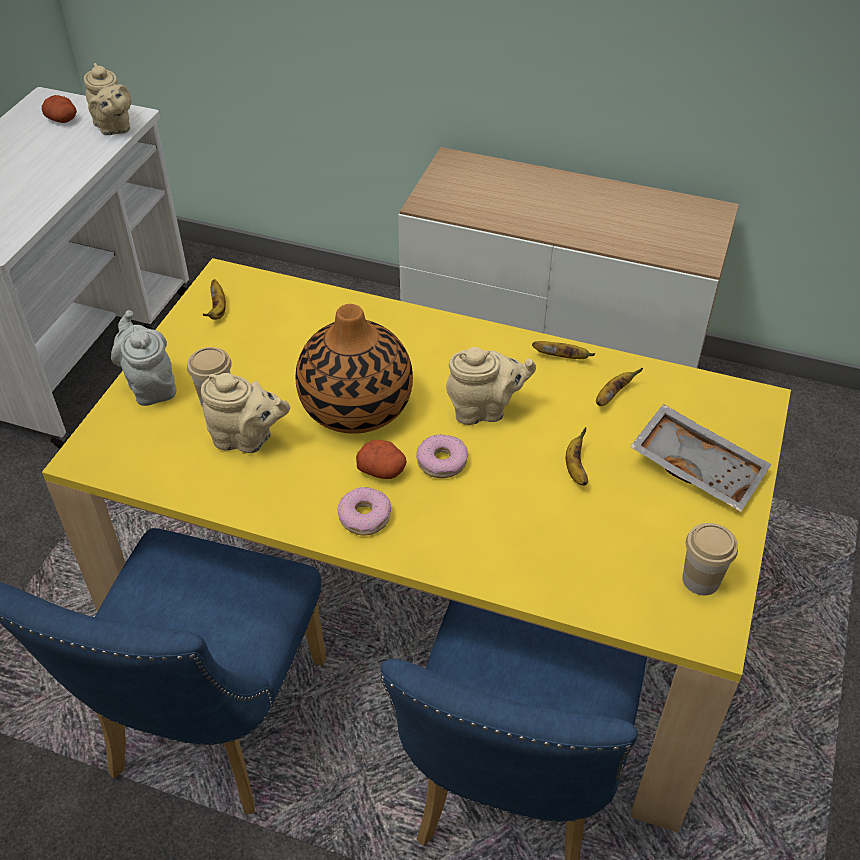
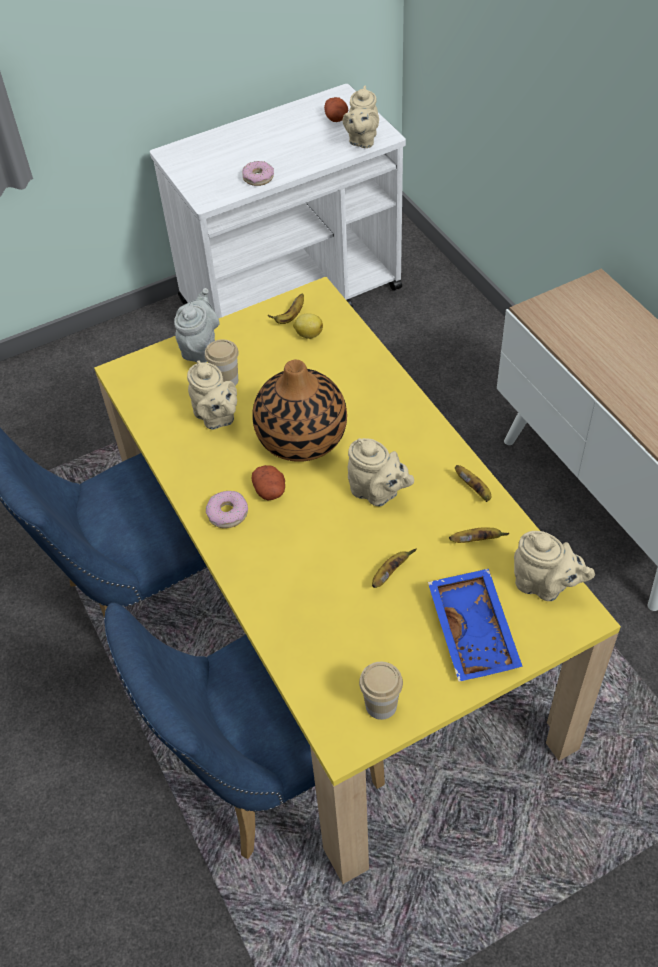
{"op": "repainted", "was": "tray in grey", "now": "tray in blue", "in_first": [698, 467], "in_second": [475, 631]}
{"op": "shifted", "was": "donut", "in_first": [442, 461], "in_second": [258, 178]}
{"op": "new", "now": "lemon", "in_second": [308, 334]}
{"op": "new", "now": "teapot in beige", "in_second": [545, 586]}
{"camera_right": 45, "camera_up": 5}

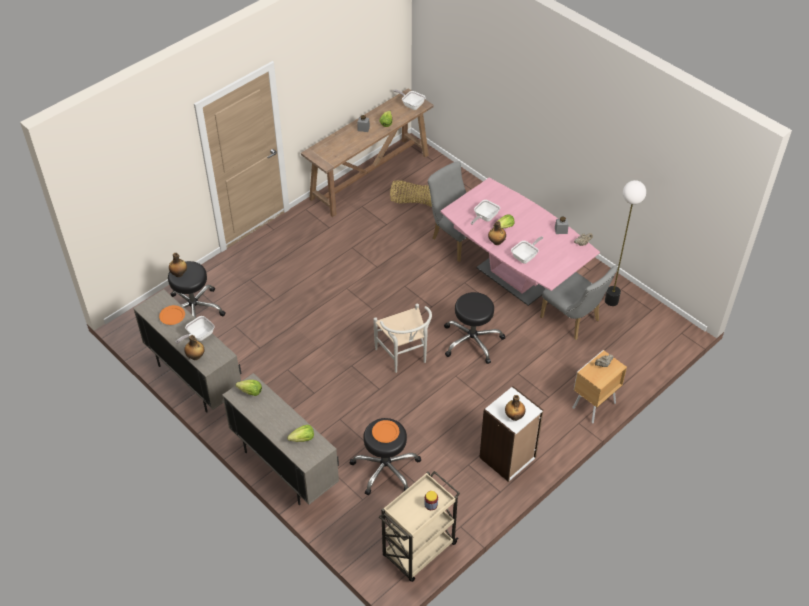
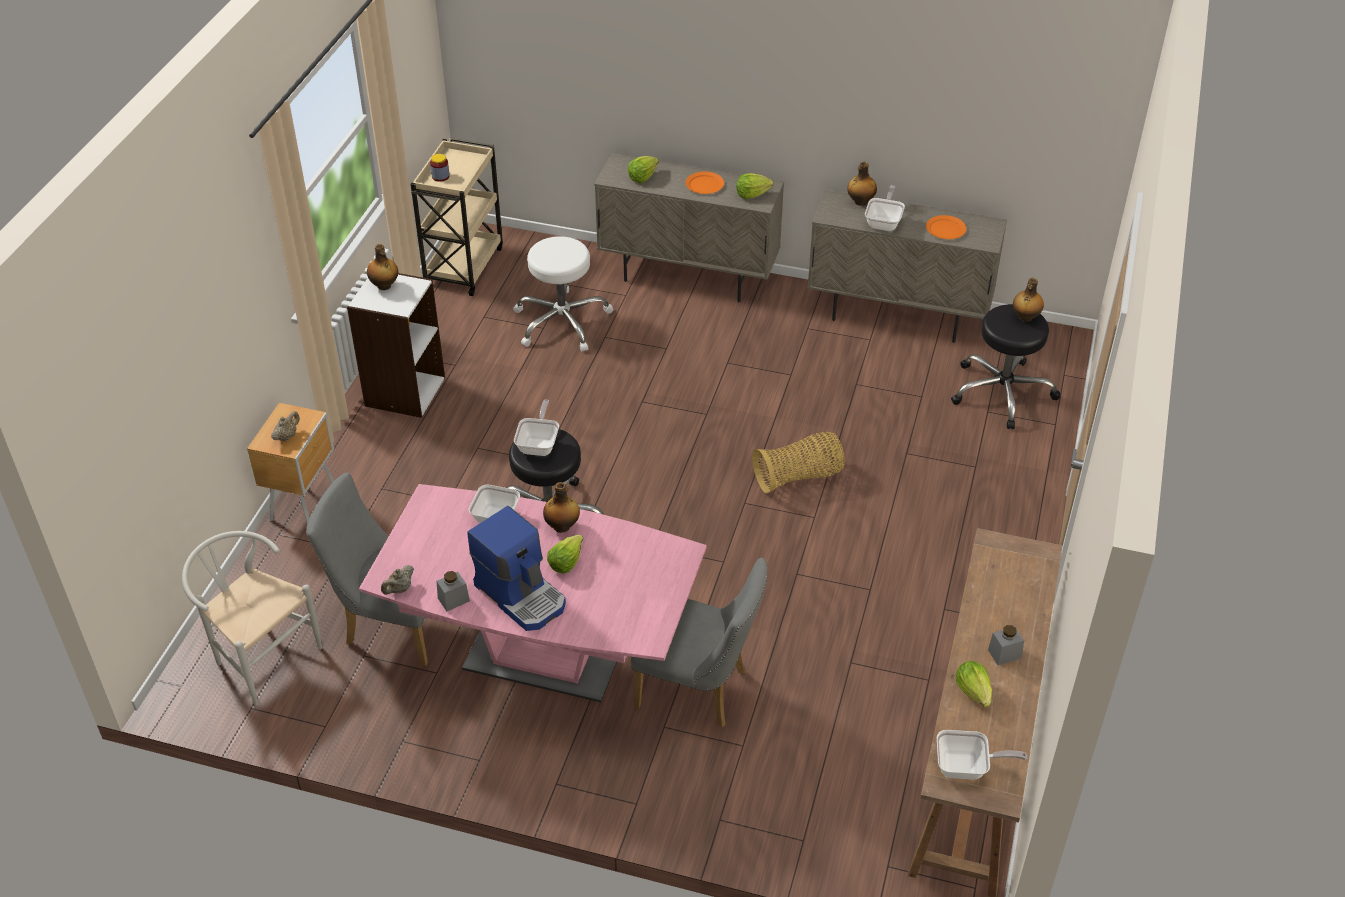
{"op": "gone", "was": "floor lamp", "in_first": [611, 301]}
{"op": "shifted", "was": "basket", "in_first": [411, 201], "in_second": [799, 477]}
{"op": "shifted", "was": "frying pan", "in_first": [484, 218], "in_second": [539, 444]}
{"op": "shifted", "was": "chair in white", "in_first": [404, 357], "in_second": [260, 656]}
{"op": "repainted", "was": "stool in black", "now": "stool in white", "in_first": [386, 468], "in_second": [561, 322]}
{"op": "shifted", "was": "plate in orange", "in_first": [385, 432], "in_second": [704, 184]}
{"op": "new", "now": "coffee machine", "in_second": [522, 595]}
{"camera_right": 150, "camera_up": -5}

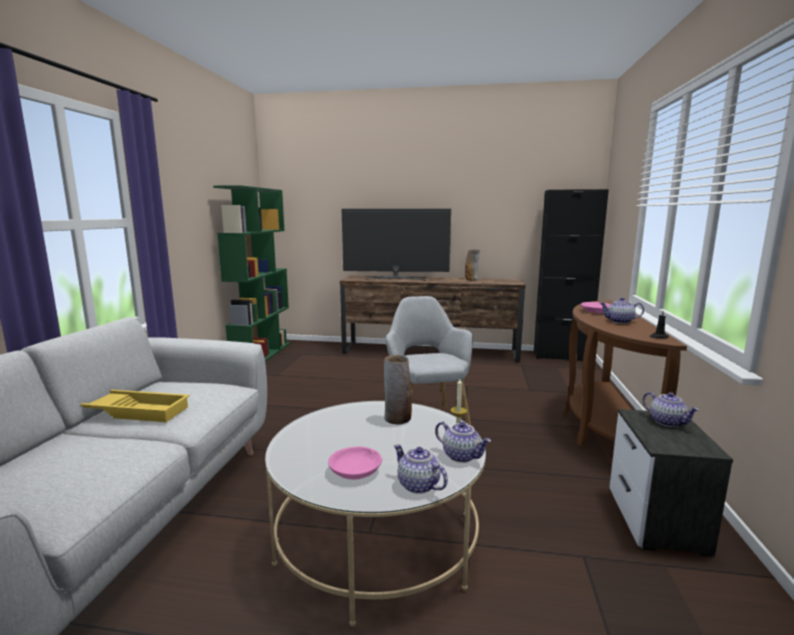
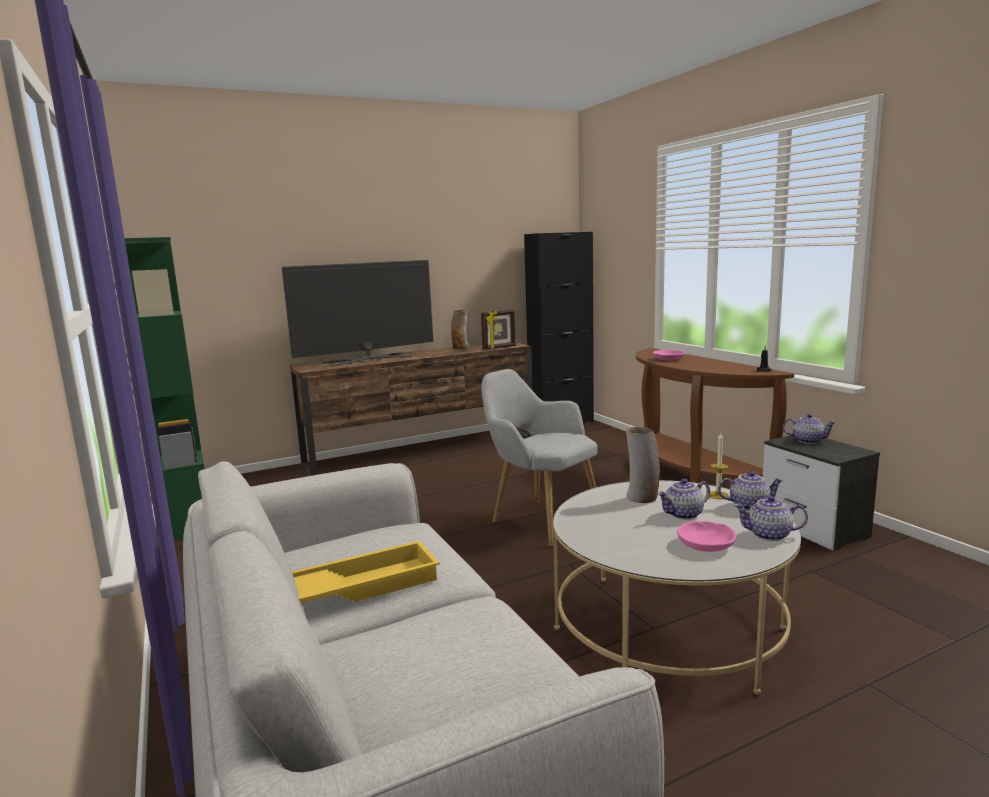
{"op": "shifted", "was": "teapot", "in_first": [619, 322], "in_second": [684, 515]}
{"op": "new", "now": "picture frame", "in_second": [499, 348]}
{"camera_right": -35, "camera_up": 0}

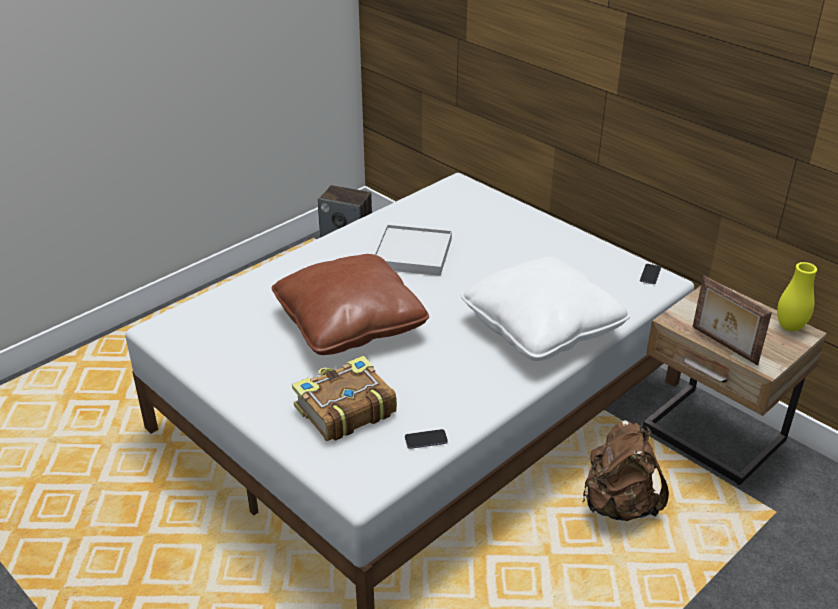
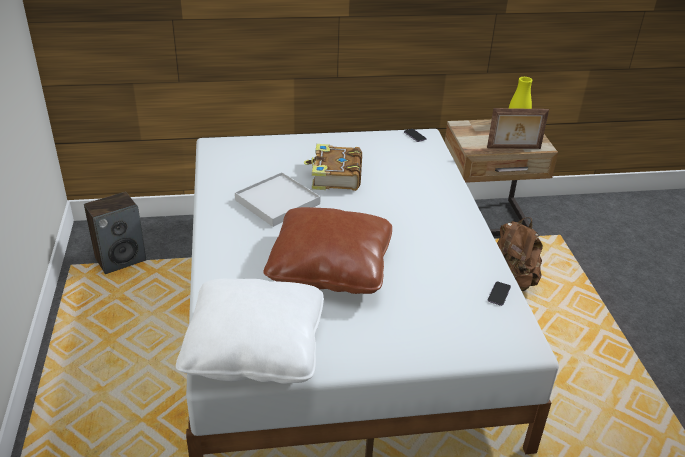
{"op": "shifted", "was": "pillow in white", "in_first": [542, 327], "in_second": [254, 348]}
{"op": "shifted", "was": "book", "in_first": [344, 410], "in_second": [335, 177]}
{"camera_right": -55, "camera_up": 0}

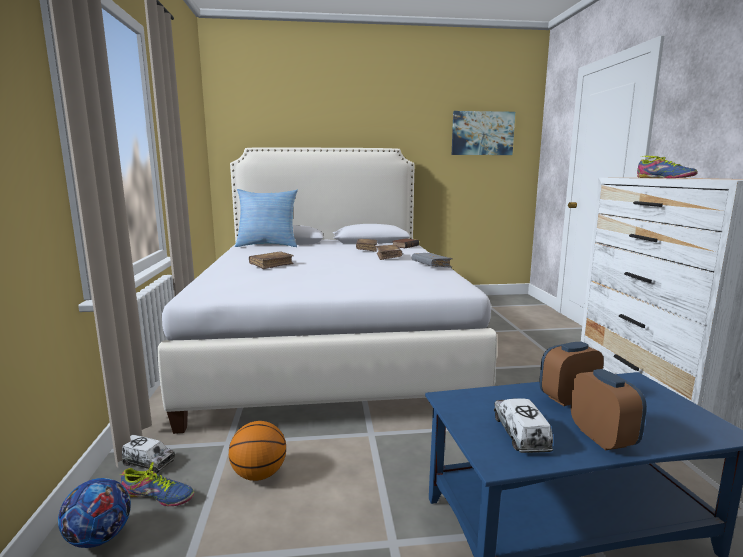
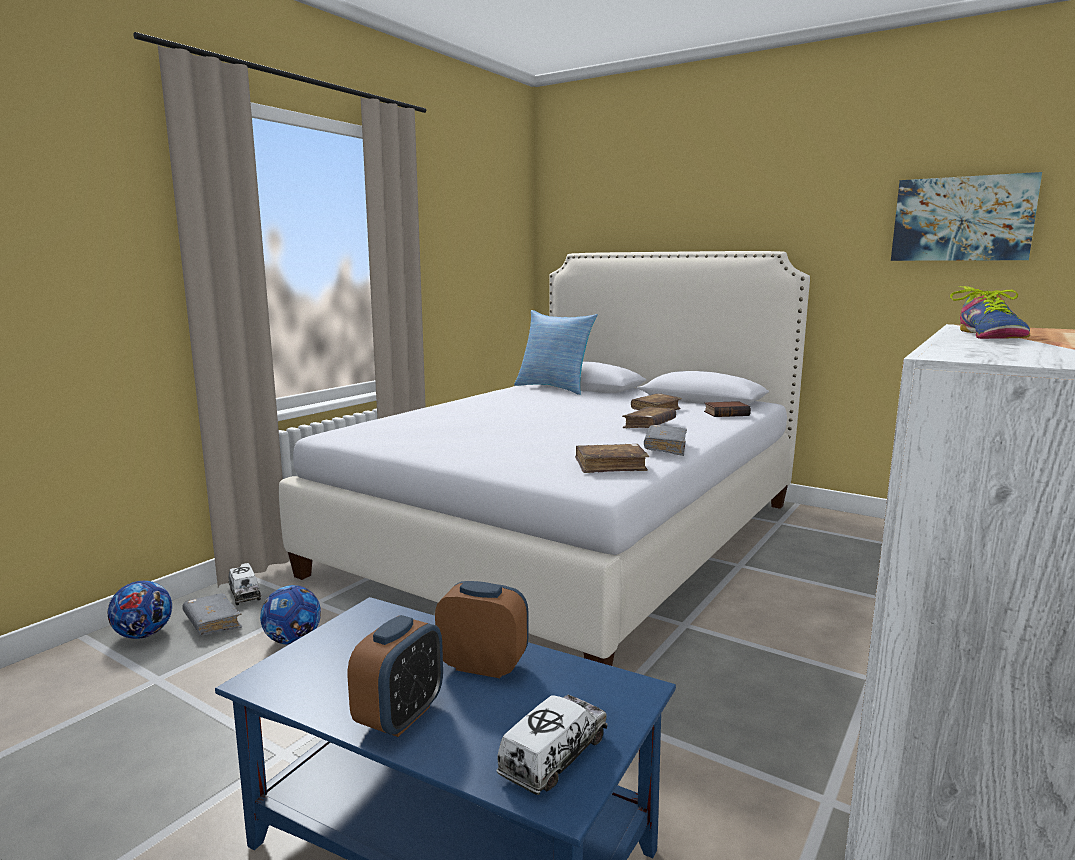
{"op": "shifted", "was": "book in brown", "in_first": [271, 265], "in_second": [610, 466]}
{"op": "shifted", "was": "toy truck", "in_first": [520, 434], "in_second": [554, 756]}
{"op": "swapped", "was": "basketball", "now": "football", "in_first": [259, 474], "in_second": [293, 640]}
{"op": "swapped", "was": "shoe", "now": "book in grey", "in_first": [158, 495], "in_second": [212, 622]}
{"camera_right": 40, "camera_up": 0}

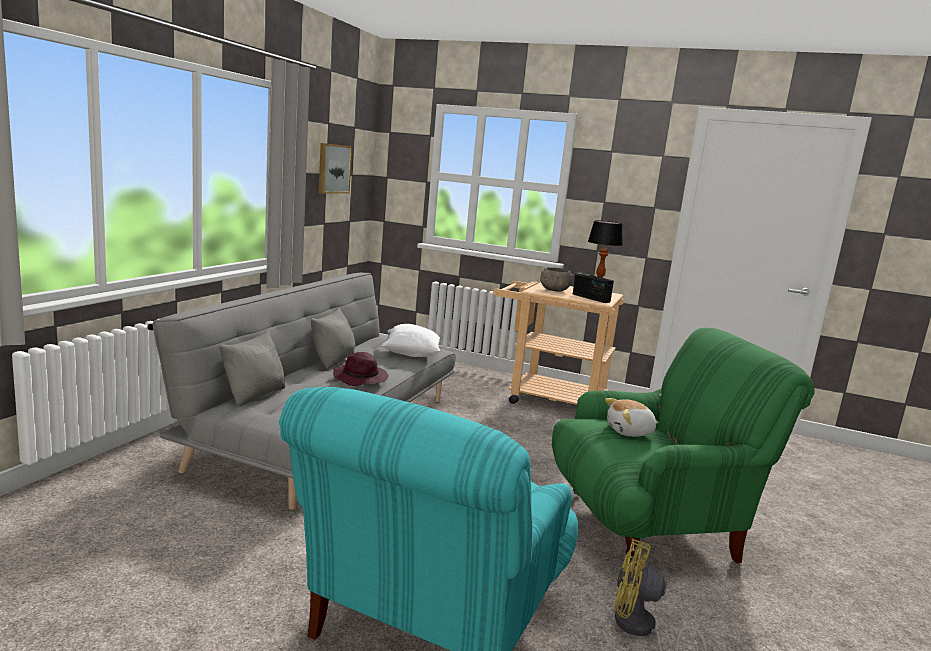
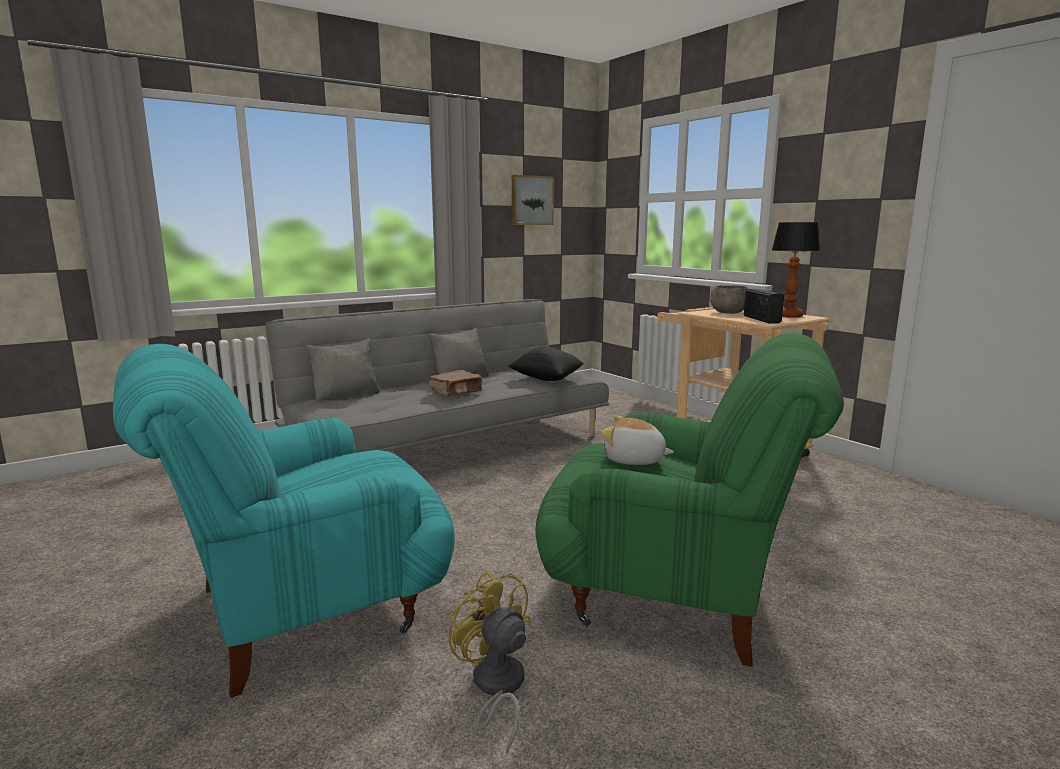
{"op": "repainted", "was": "pillow in white", "now": "pillow in black", "in_first": [410, 354], "in_second": [546, 379]}
{"op": "swapped", "was": "hat in purple", "now": "book in brown", "in_first": [361, 378], "in_second": [456, 392]}
{"camera_right": 35, "camera_up": 0}

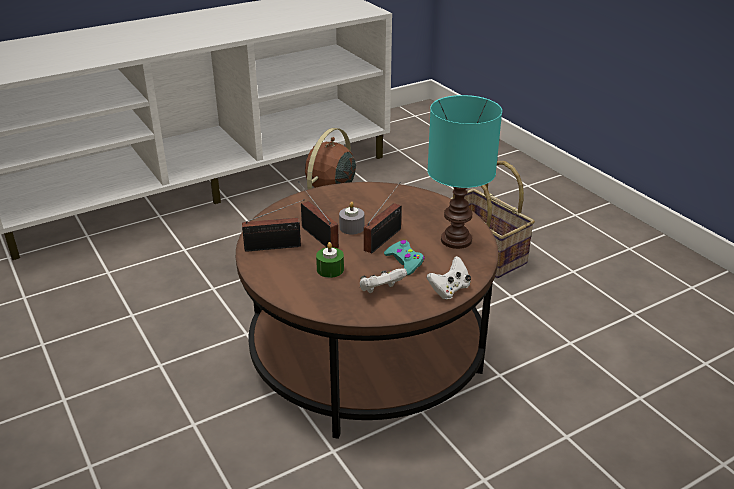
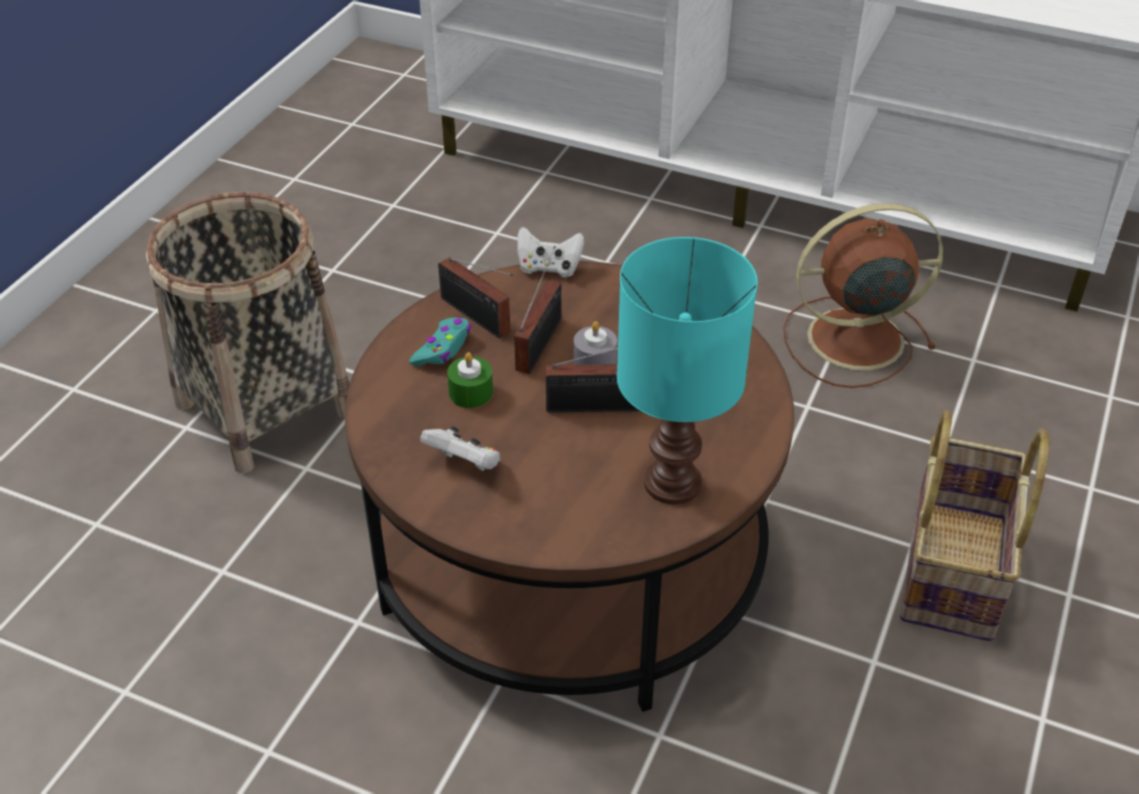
{"op": "shifted", "was": "game controller in turquoise", "in_first": [405, 262], "in_second": [443, 349]}
{"op": "shifted", "was": "game controller in white", "in_first": [449, 290], "in_second": [549, 268]}
{"op": "new", "now": "basket", "in_second": [264, 408]}
{"camera_right": 55, "camera_up": 10}

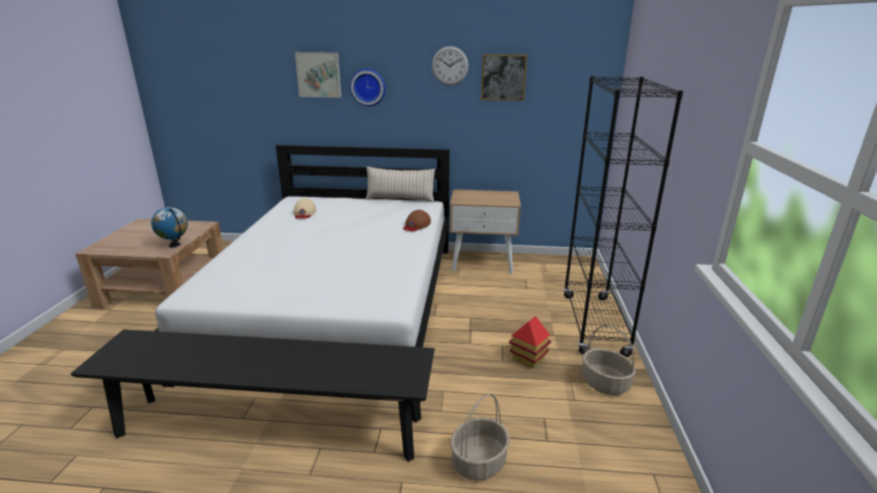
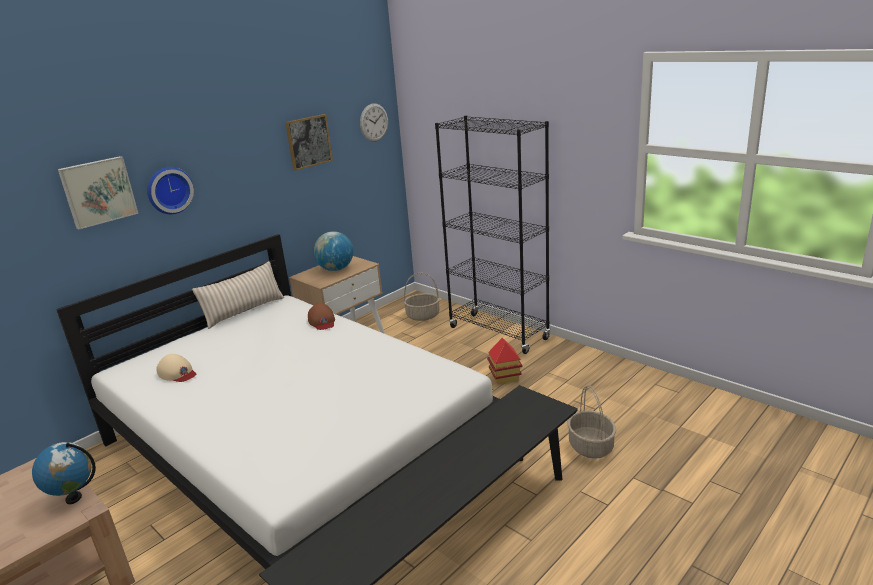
{"op": "shifted", "was": "wall clock", "in_first": [450, 66], "in_second": [374, 122]}
{"op": "shifted", "was": "basket", "in_first": [605, 383], "in_second": [423, 315]}
{"op": "new", "now": "globe", "in_second": [336, 269]}
{"camera_right": -50, "camera_up": 0}

